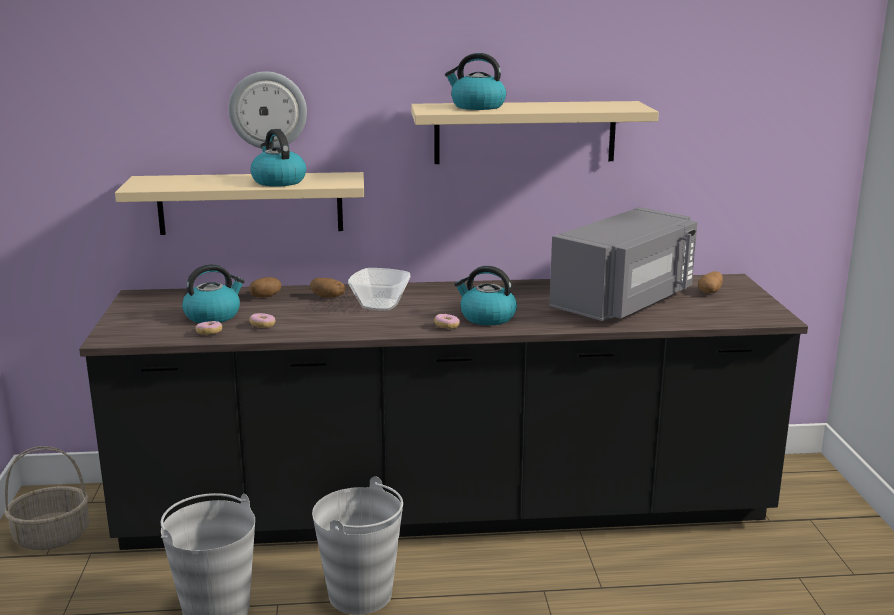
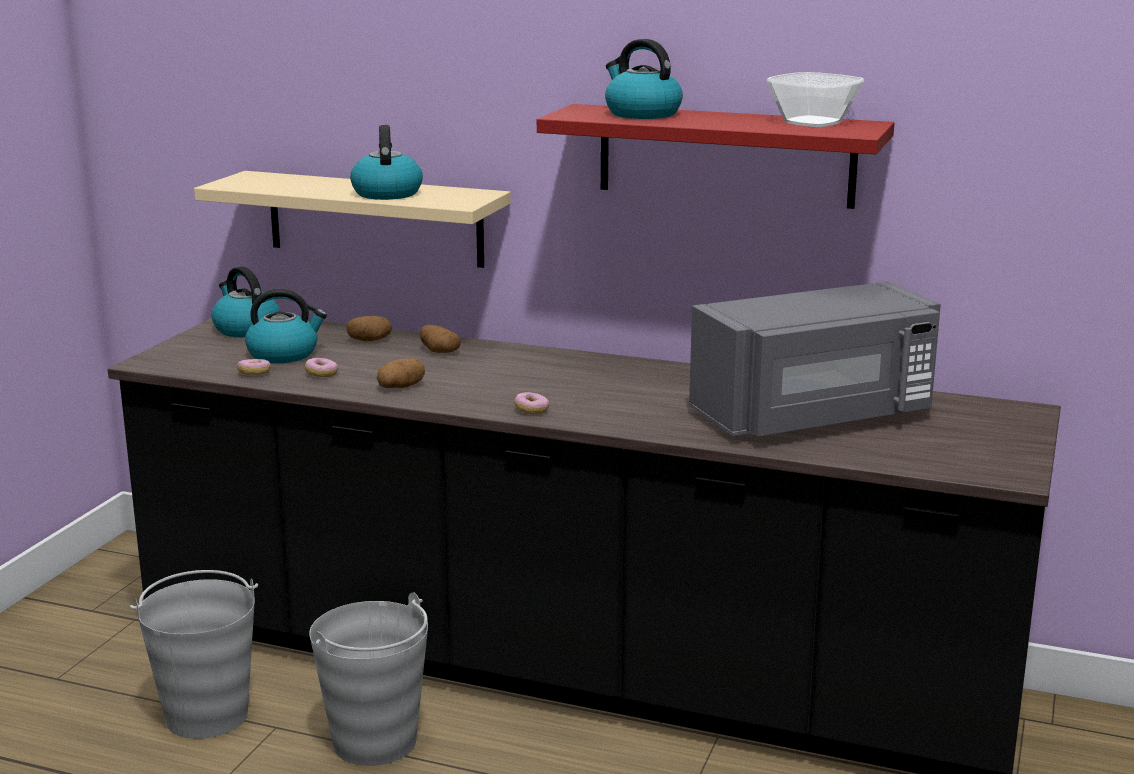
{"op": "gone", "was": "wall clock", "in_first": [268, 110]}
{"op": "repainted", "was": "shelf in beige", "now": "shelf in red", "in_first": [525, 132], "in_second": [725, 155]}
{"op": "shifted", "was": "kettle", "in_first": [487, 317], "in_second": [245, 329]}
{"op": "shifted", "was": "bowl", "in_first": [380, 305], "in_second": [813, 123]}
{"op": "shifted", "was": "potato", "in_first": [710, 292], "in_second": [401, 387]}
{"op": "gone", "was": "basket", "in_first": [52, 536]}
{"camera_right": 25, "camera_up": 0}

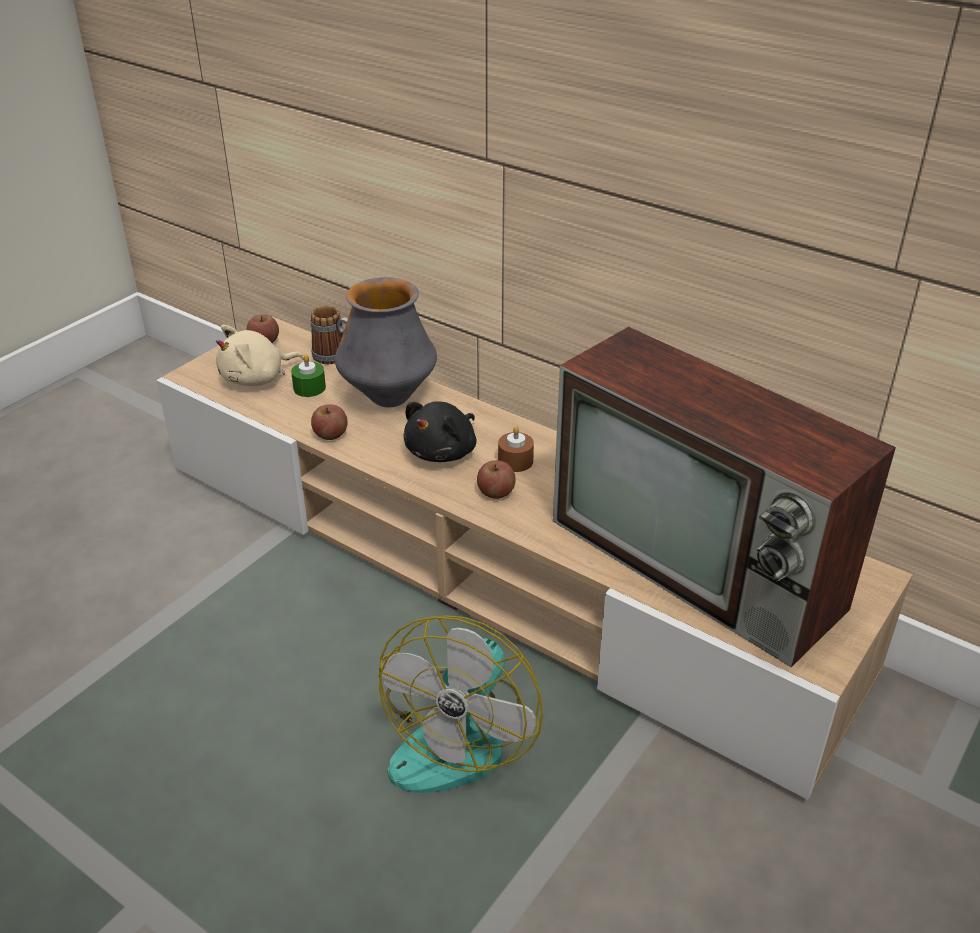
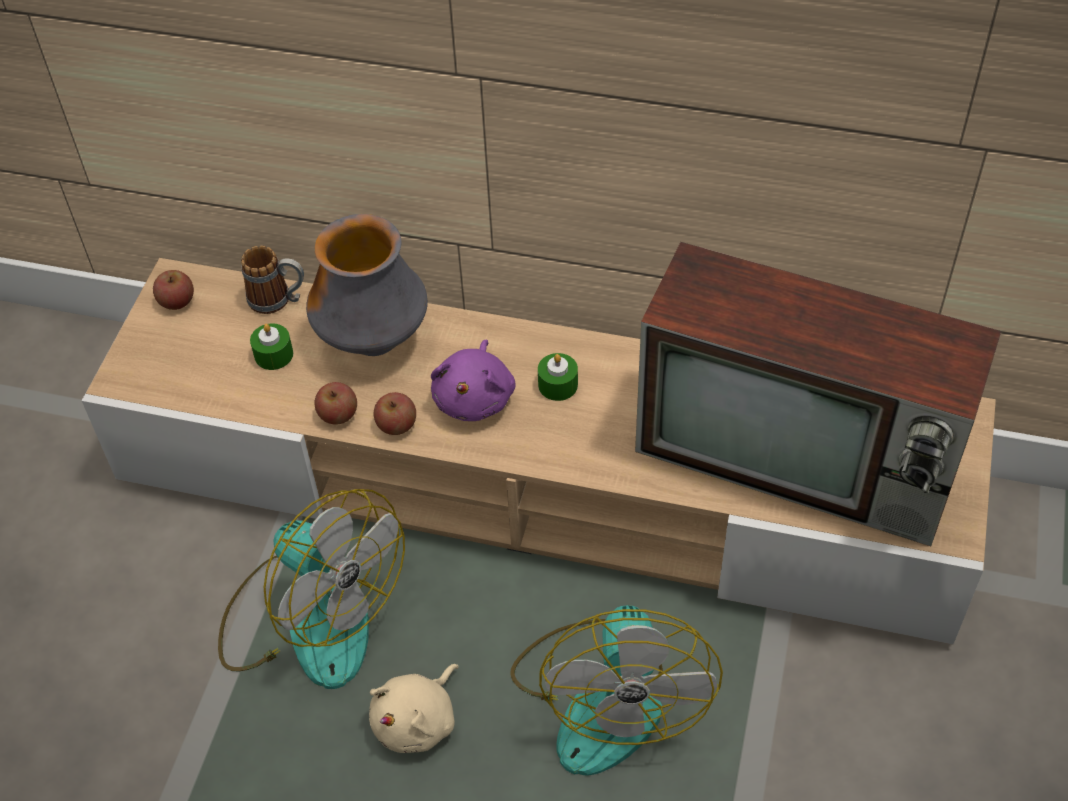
{"op": "shifted", "was": "plush toy in beige", "in_first": [257, 378], "in_second": [418, 721]}
{"op": "repainted", "was": "plush toy in black", "now": "plush toy in purple", "in_first": [443, 452], "in_second": [475, 397]}
{"op": "repainted", "was": "candle in brown", "now": "candle in green", "in_first": [515, 461], "in_second": [558, 385]}
{"op": "shifted", "was": "apple", "in_first": [496, 492], "in_second": [396, 424]}
{"op": "new", "now": "fan", "in_second": [311, 617]}
{"camera_right": -20, "camera_up": 15}

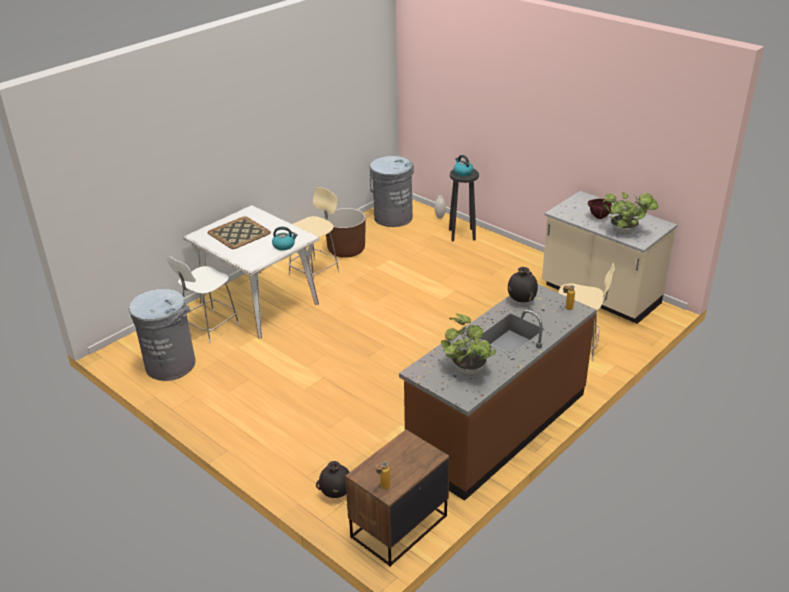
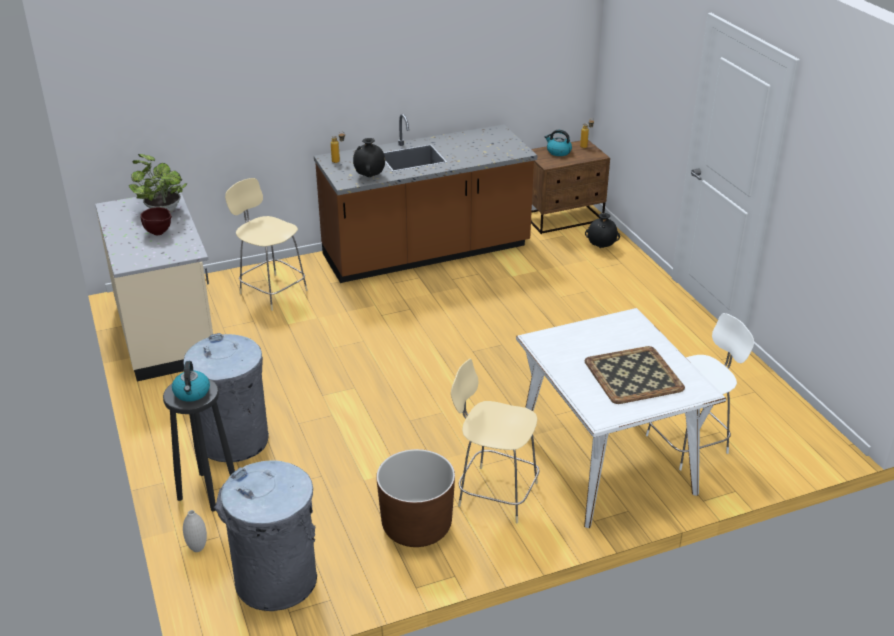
{"op": "rotated", "was": "chair in beige", "in_first": [315, 272], "in_second": [495, 493], "clockwise": 45}
{"op": "shifted", "was": "kettle", "in_first": [284, 245], "in_second": [558, 152]}
{"op": "shifted", "was": "trash can in grey", "in_first": [170, 365], "in_second": [233, 441]}
{"op": "gone", "was": "potted plant", "in_first": [467, 368]}
{"camera_right": -155, "camera_up": 0}

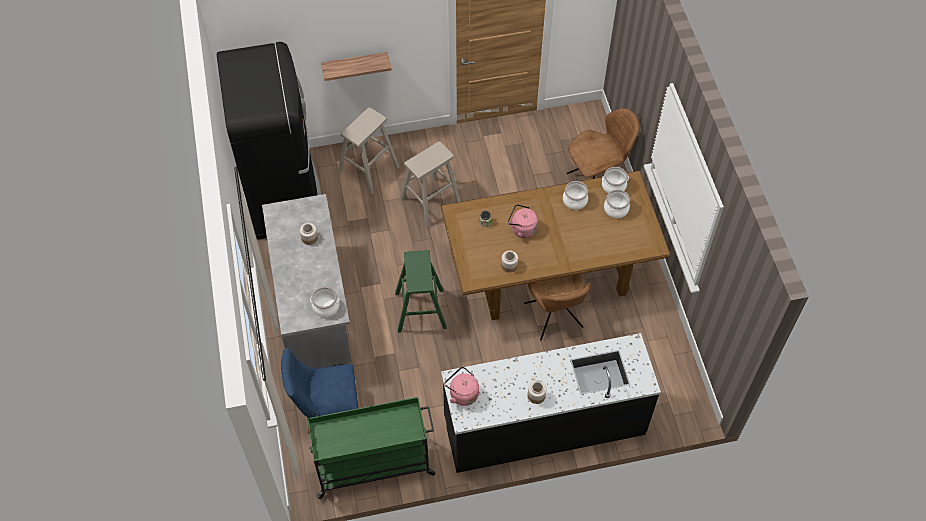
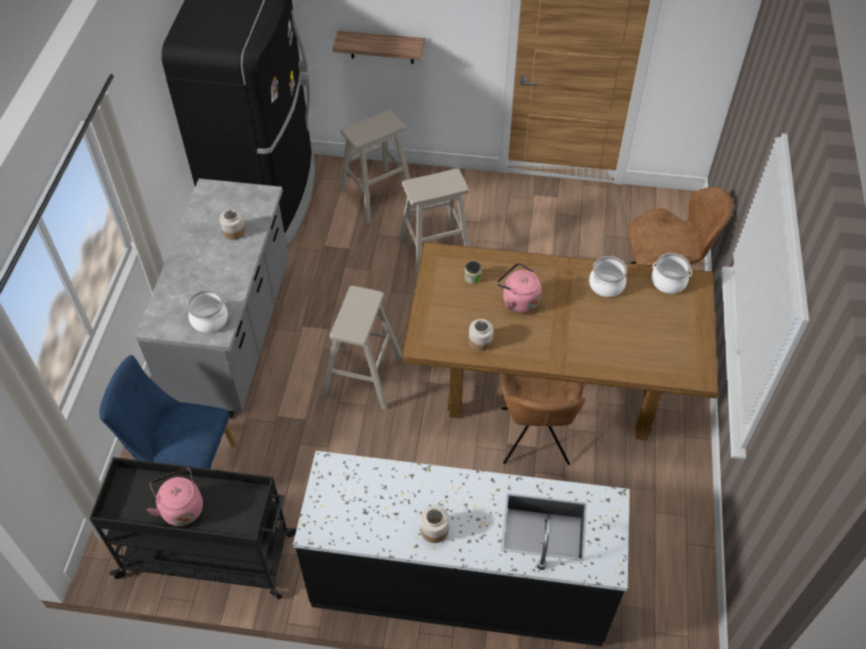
{"op": "gone", "was": "cooking pot", "in_first": [615, 209]}
{"op": "repainted", "was": "stool in green", "now": "stool in beige", "in_first": [420, 310], "in_second": [363, 376]}
{"op": "shifted", "was": "kettle in pink", "in_first": [462, 393], "in_second": [181, 507]}
{"op": "repainted", "was": "cart in green", "now": "cart in black", "in_first": [374, 463], "in_second": [210, 555]}
{"camera_right": 20, "camera_up": -5}

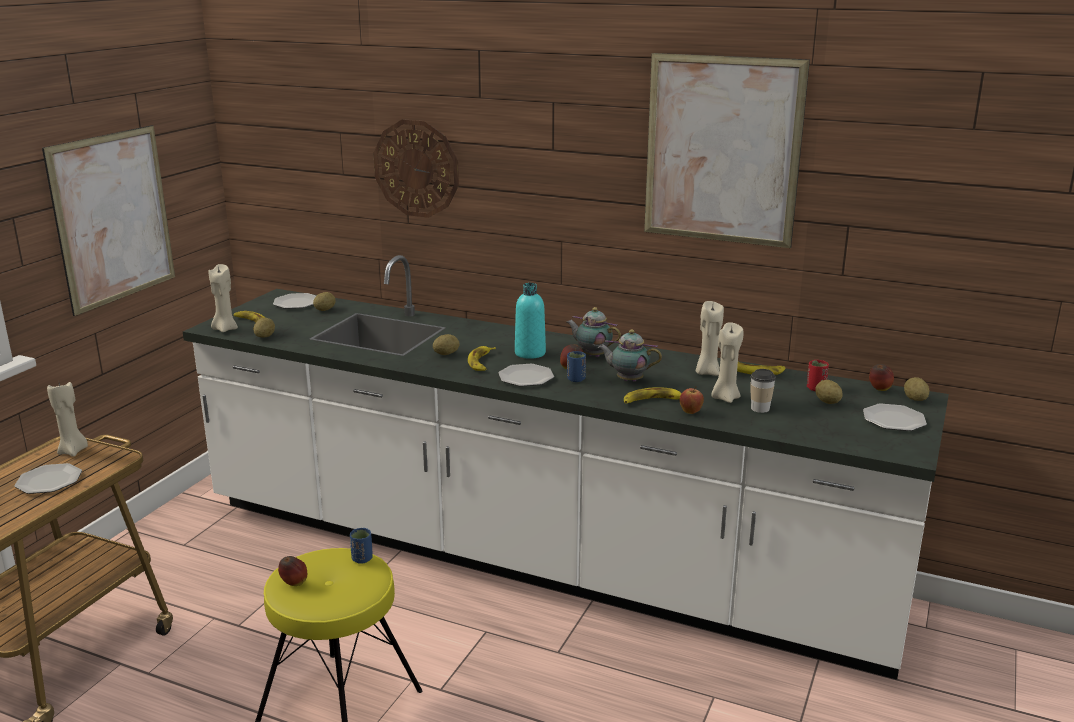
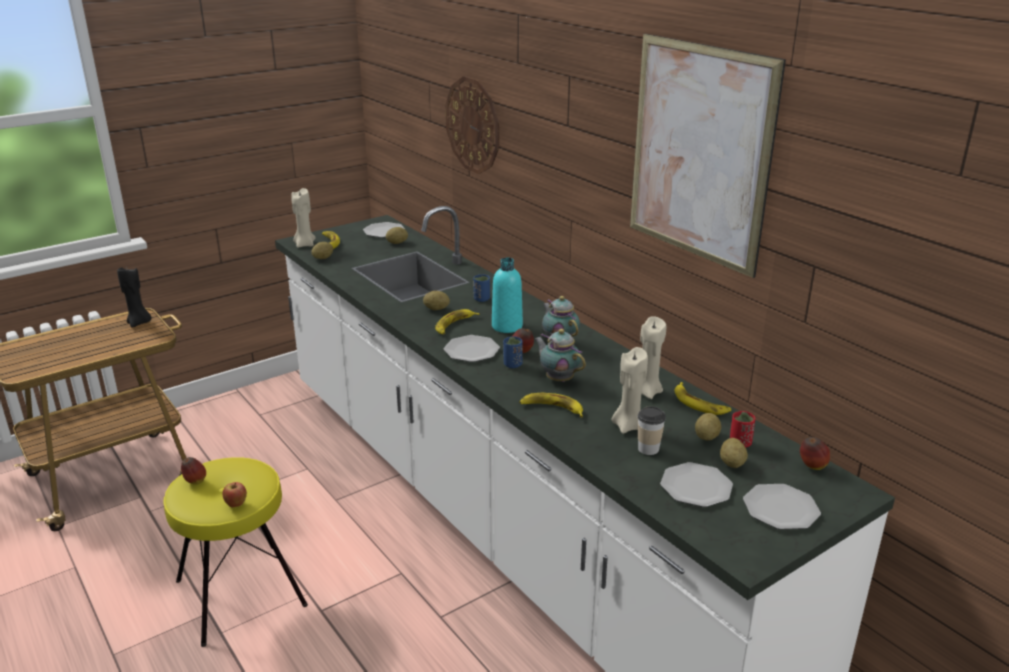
{"op": "gone", "was": "picture", "in_first": [113, 217]}
{"op": "shifted", "was": "potato", "in_first": [915, 399], "in_second": [706, 437]}
{"op": "repainted", "was": "candle in beige", "now": "candle in black", "in_first": [73, 451], "in_second": [139, 323]}
{"op": "shifted", "was": "apple", "in_first": [690, 412], "in_second": [236, 505]}
{"op": "shifted", "was": "plate", "in_first": [48, 481], "in_second": [695, 487]}
{"op": "shifted", "was": "cup in blue", "in_first": [362, 559], "in_second": [481, 299]}
{"camera_right": 30, "camera_up": 5}

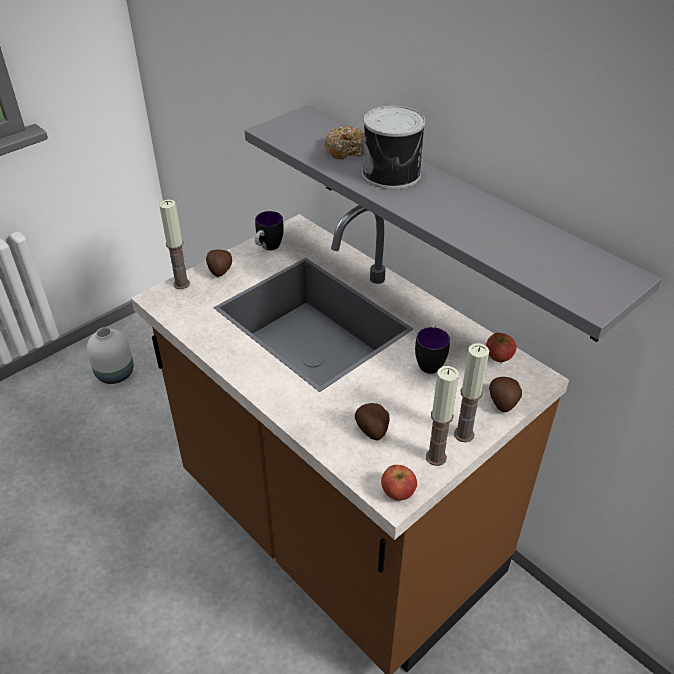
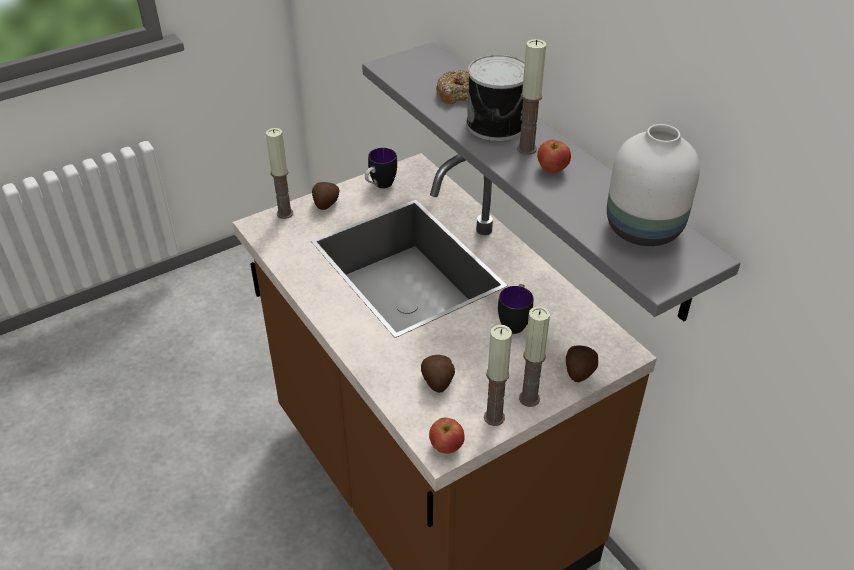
{"op": "shifted", "was": "vase in white", "in_first": [114, 374], "in_second": [641, 229]}
{"op": "shifted", "was": "apple", "in_first": [498, 357], "in_second": [552, 169]}
{"op": "new", "now": "candle", "in_second": [526, 149]}
{"camera_right": 10, "camera_up": 0}

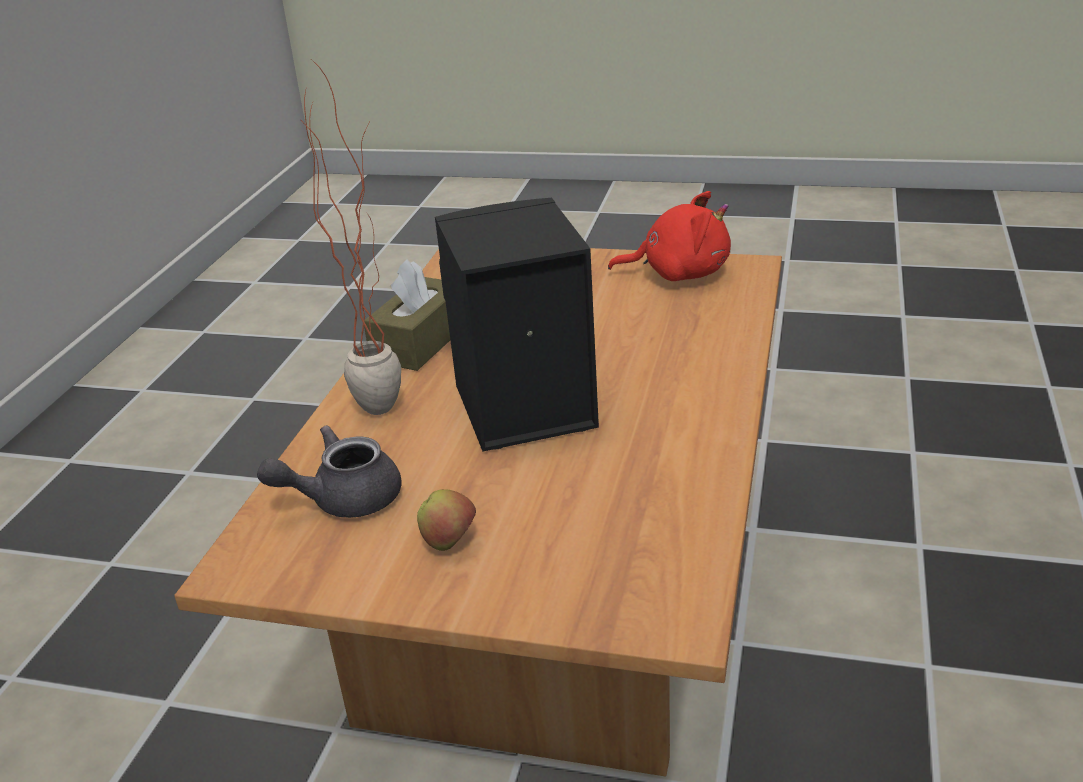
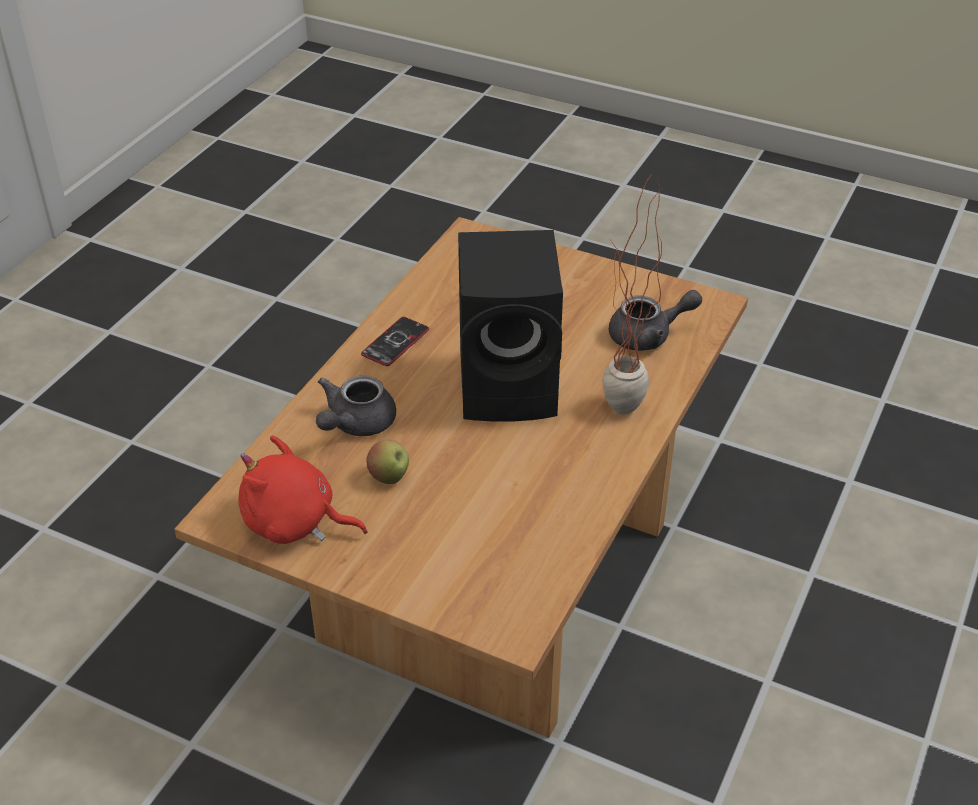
{"op": "gone", "was": "tissue box in brown", "in_first": [421, 341]}
{"op": "shifted", "was": "apple", "in_first": [449, 543], "in_second": [389, 477]}
{"op": "new", "now": "phone", "in_second": [395, 342]}
{"op": "new", "now": "teapot in grey", "in_second": [355, 424]}
{"camera_right": -170, "camera_up": 10}

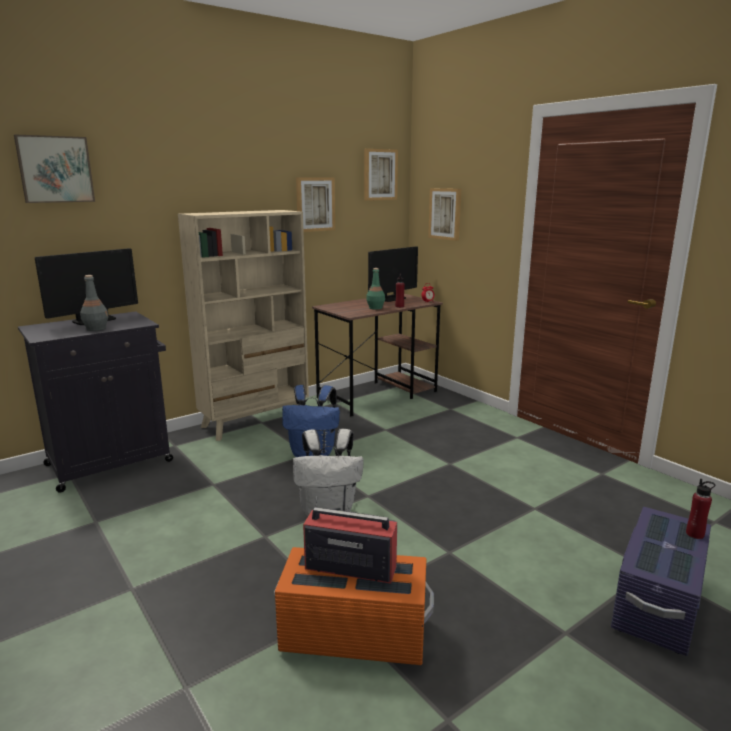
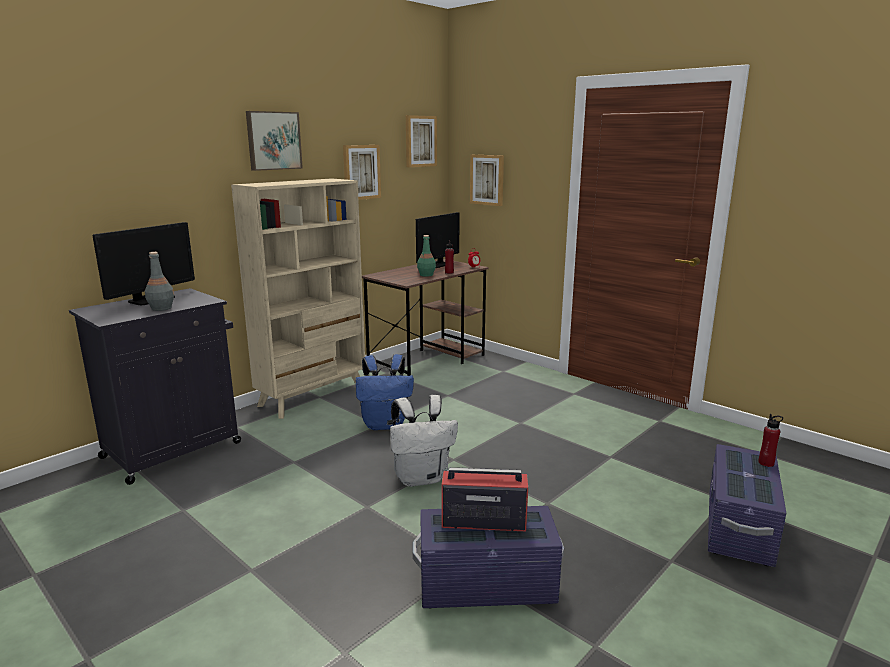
{"op": "shifted", "was": "picture", "in_first": [55, 169], "in_second": [273, 140]}
{"op": "repainted", "was": "storage box in orange", "now": "storage box in purple", "in_first": [353, 634], "in_second": [486, 585]}
{"camera_right": -10, "camera_up": 0}

